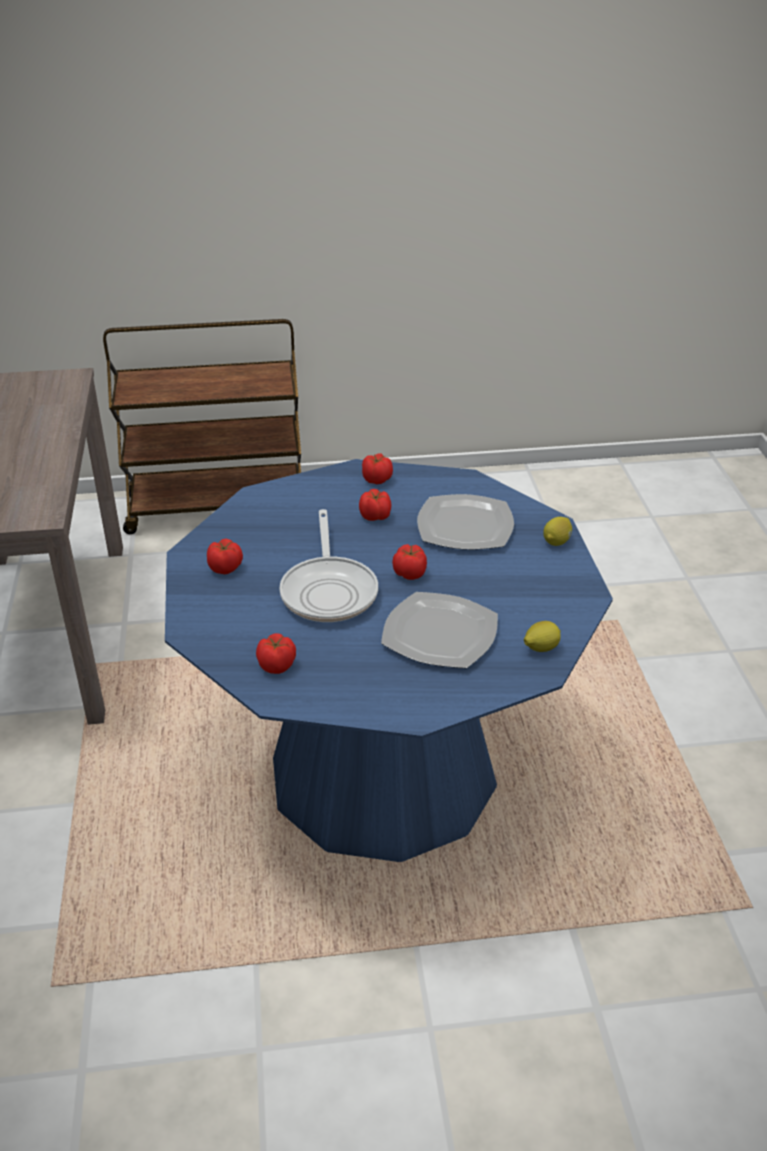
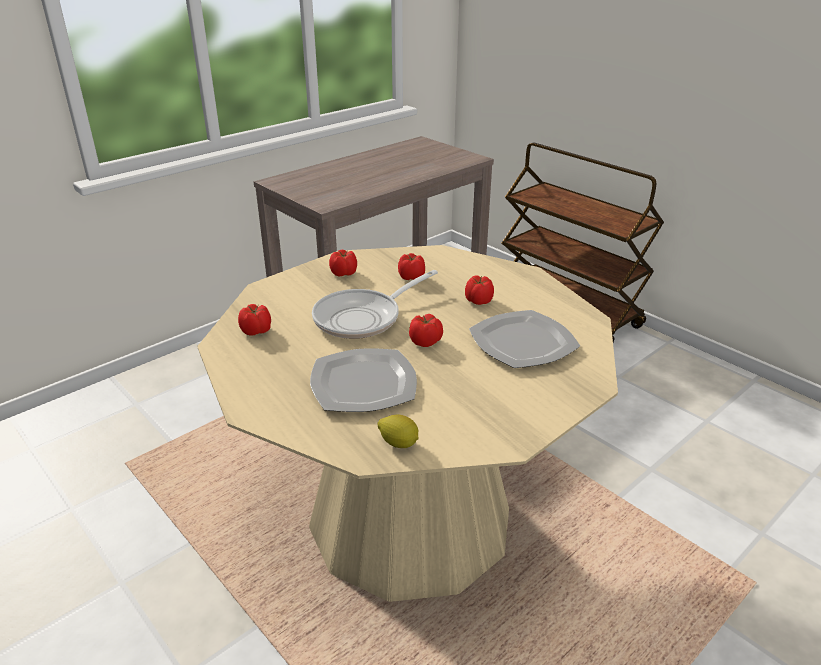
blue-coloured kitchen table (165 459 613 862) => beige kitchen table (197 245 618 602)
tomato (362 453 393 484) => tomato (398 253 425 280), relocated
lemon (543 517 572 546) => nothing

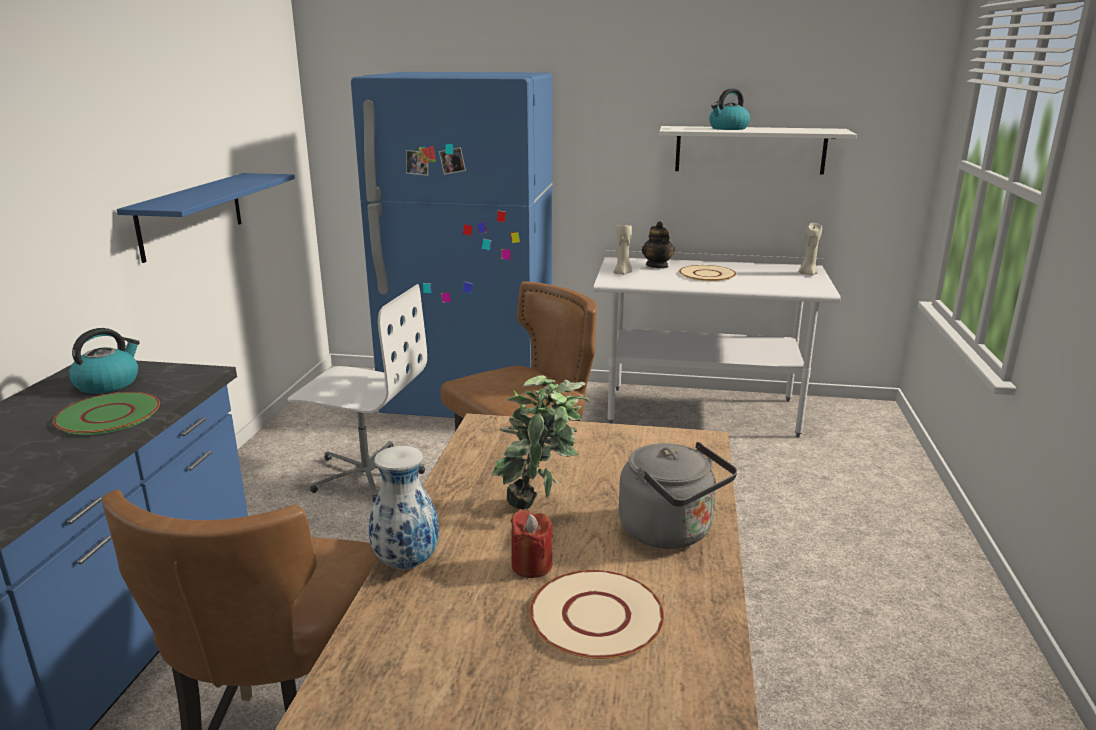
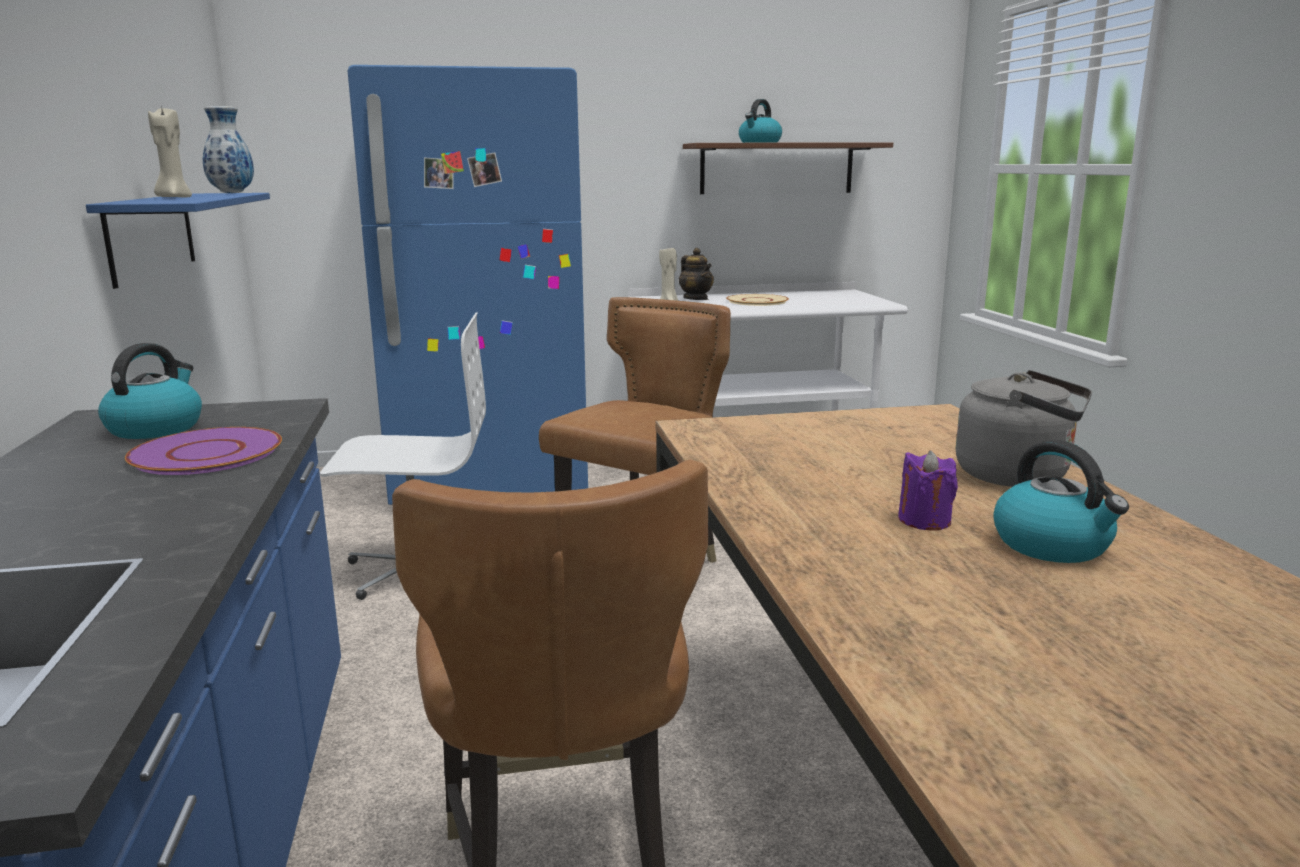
green-coloured dinner plate (53 392 160 435) => purplish dinner plate (125 427 282 475)
flower vase (369 446 439 570) => flower vase (203 106 254 193), relocated
potted plant (491 375 589 510) => nothing
reddish candle (511 510 553 578) => purplish candle (898 450 958 530)
beige dinner plate (529 570 664 660) => water kettle (993 440 1129 563)
white-coloured shelf (659 126 857 175) => brown-coloured shelf (683 142 893 194)
beige candle (799 223 822 275) => beige candle (148 105 192 198), relocated

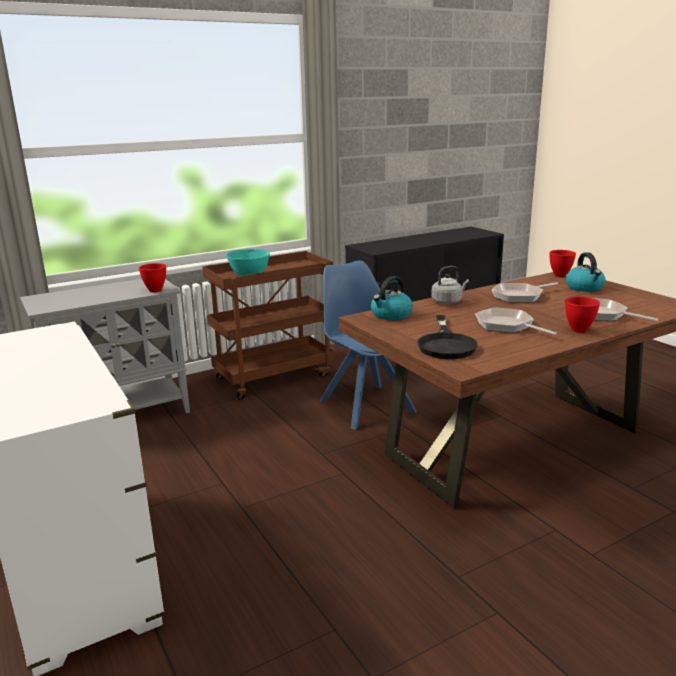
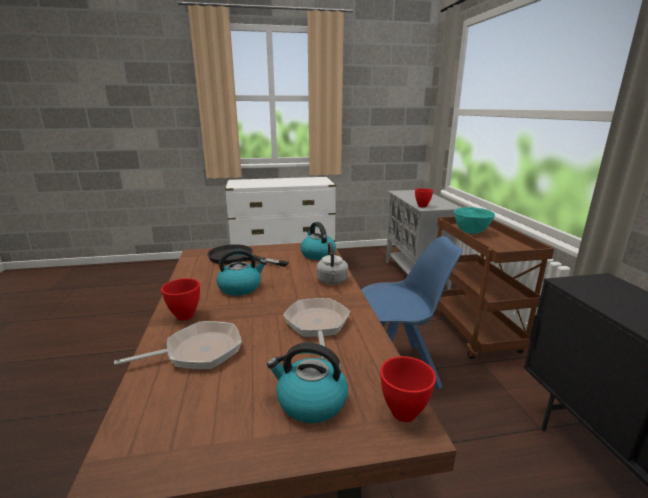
pan (475 307 557 335) => water kettle (216 249 266 296)

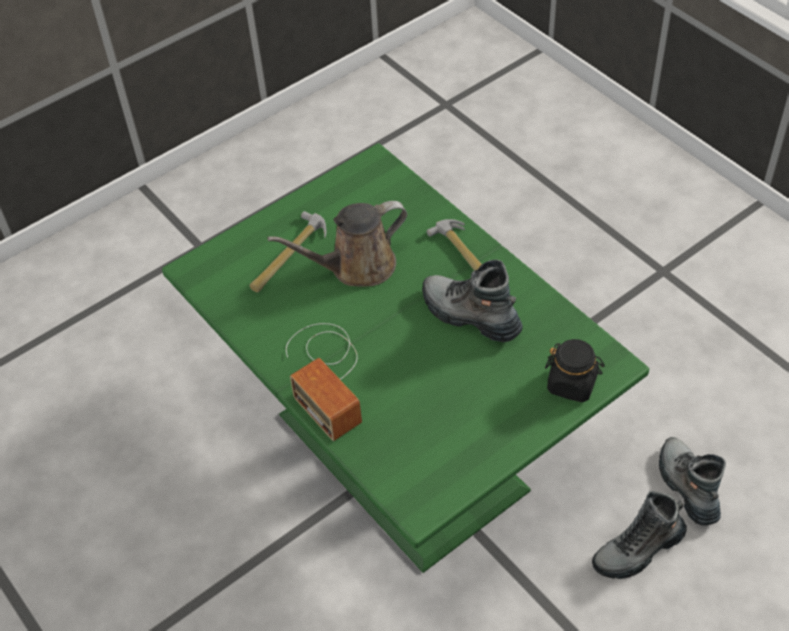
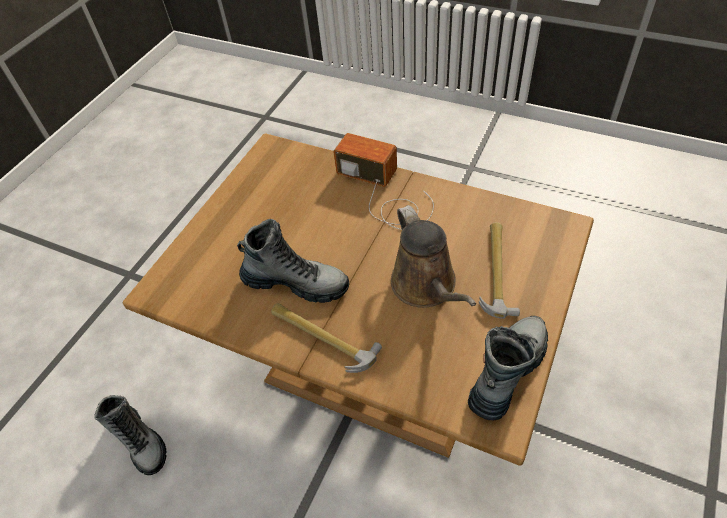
green-coloured kitchen table (162 143 649 573) => brown-coloured kitchen table (123 133 594 466)
brown-coloured watering pot (267 201 407 286) => brown-coloured watering pot (391 205 476 308), 120 degrees clockwise
black preserve jar (545 339 605 402) => nothing
tall boot (592 491 687 579) => tall boot (468 316 548 420), relocated

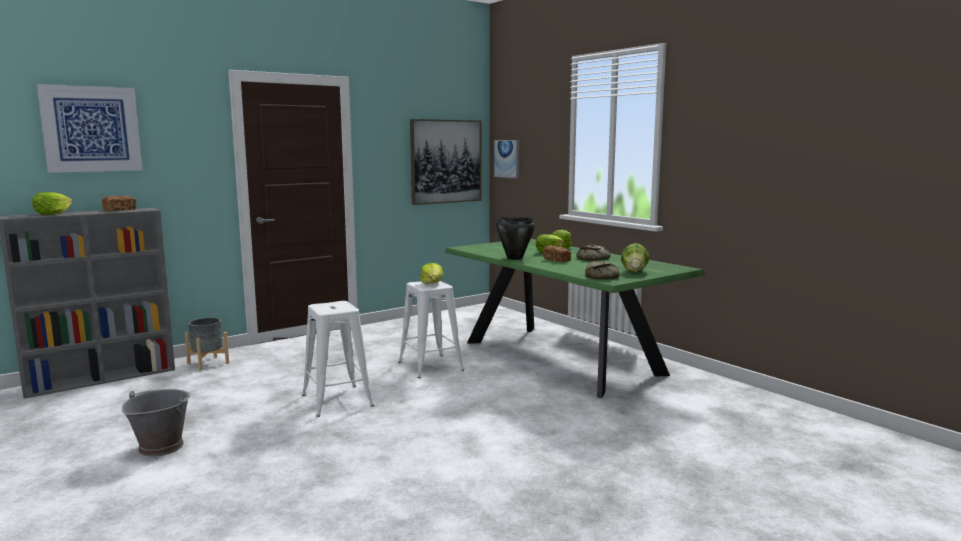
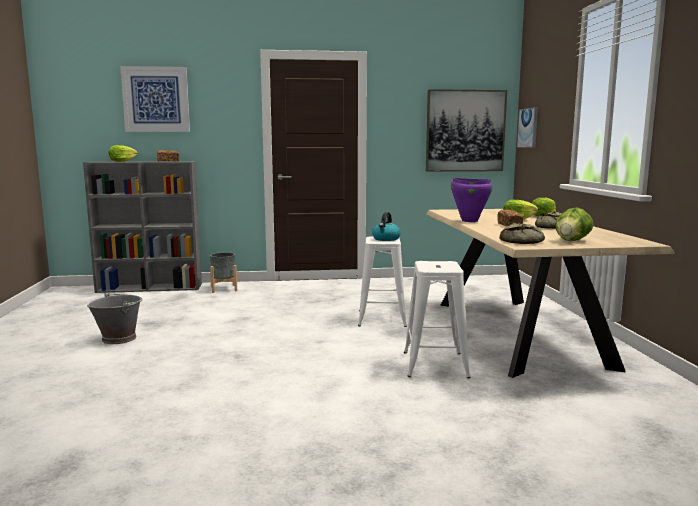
white-coloured stool seat (302 301 374 417) => white-coloured stool seat (404 261 471 378), relocated
head of lettuce (420 263 444 284) => water kettle (372 212 401 241)
green-coloured kitchen table (445 239 705 398) => beige kitchen table (427 209 675 378)
black cooking pot (496 217 535 260) => purplish cooking pot (451 178 493 222)

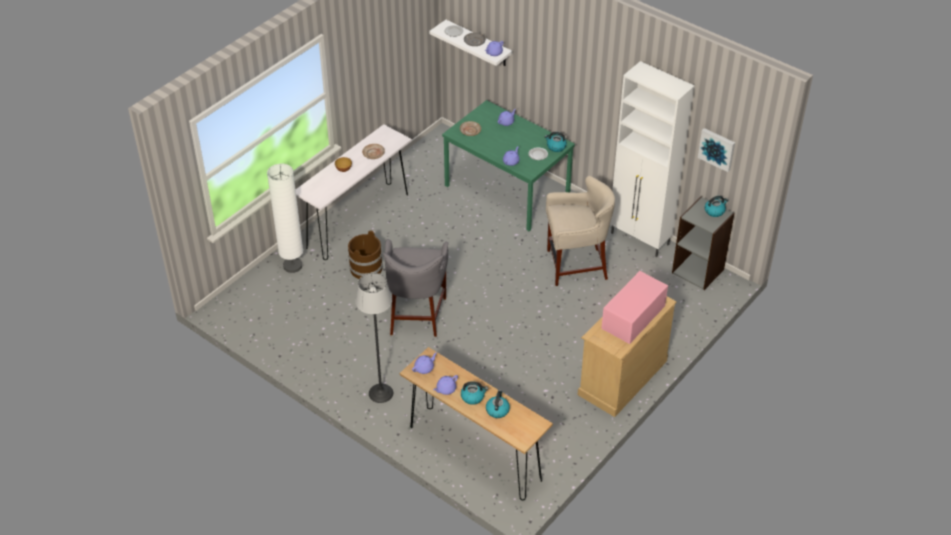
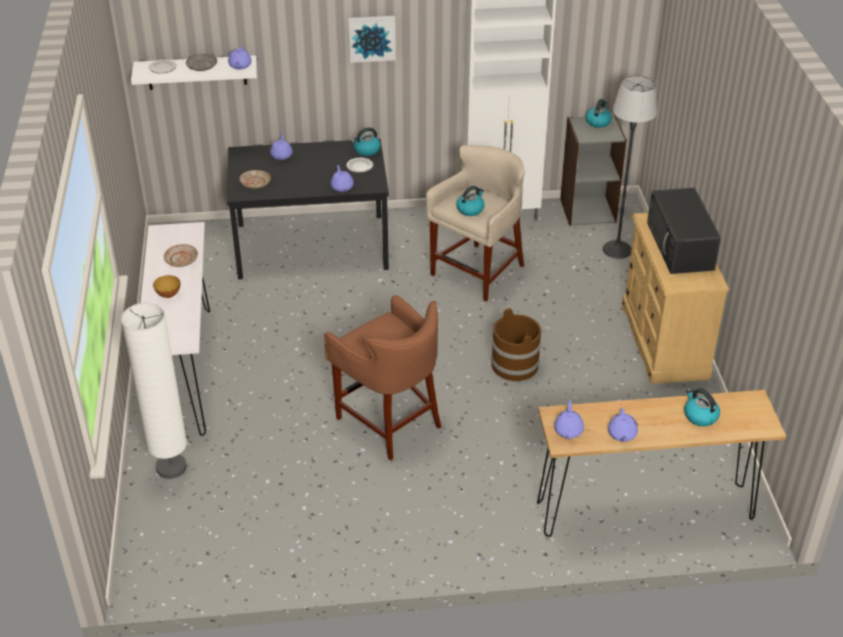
brown-coloured water bucket (348 230 383 279) => brown-coloured water bucket (491 308 541 381), relocated
standing lamp (355 273 393 403) => standing lamp (603 75 657 259), relocated
greyish stool seat (383 239 448 337) => brown-coloured stool seat (324 295 441 461)
green-coloured kitchen table (442 100 575 232) => black kitchen table (227 139 389 279)
water kettle (461 381 488 405) => water kettle (456 186 485 216), relocated
pinkish kitchen microwave (601 271 668 344) => black kitchen microwave (647 188 721 274)
picture (698 128 735 172) => picture (348 16 396 63), relocated

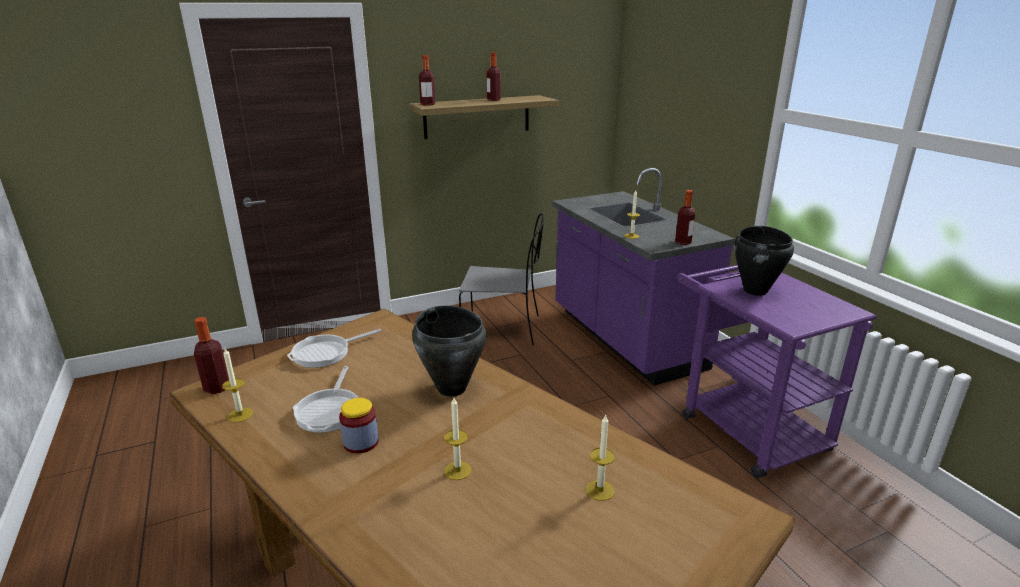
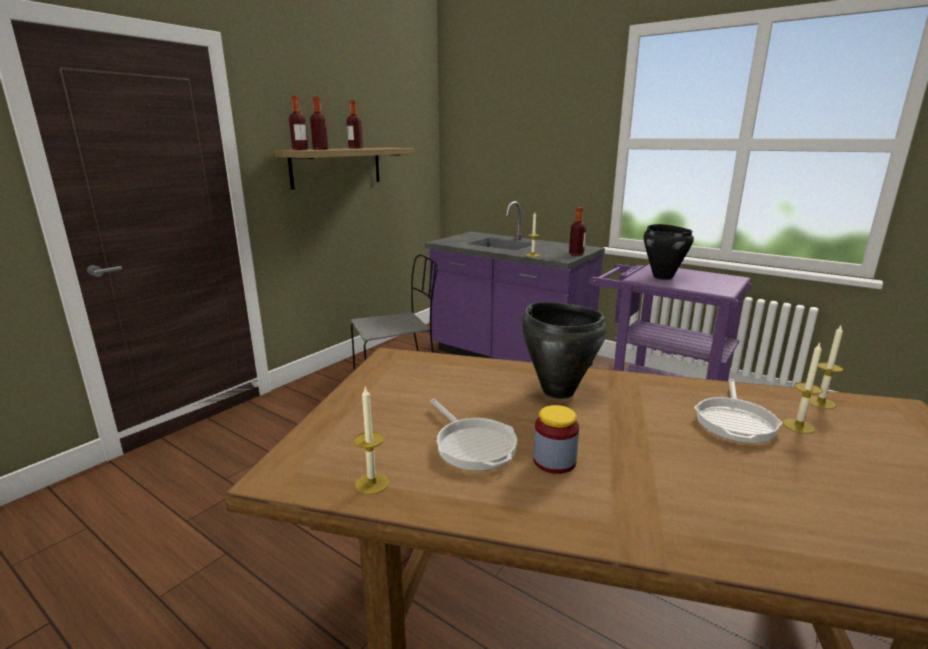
beverage bottle (194 317 229 394) => beverage bottle (310 97 329 150), relocated
pan (287 329 381 368) => pan (694 379 783 443), relocated
candle (444 398 471 480) => candle (809 326 844 409), relocated

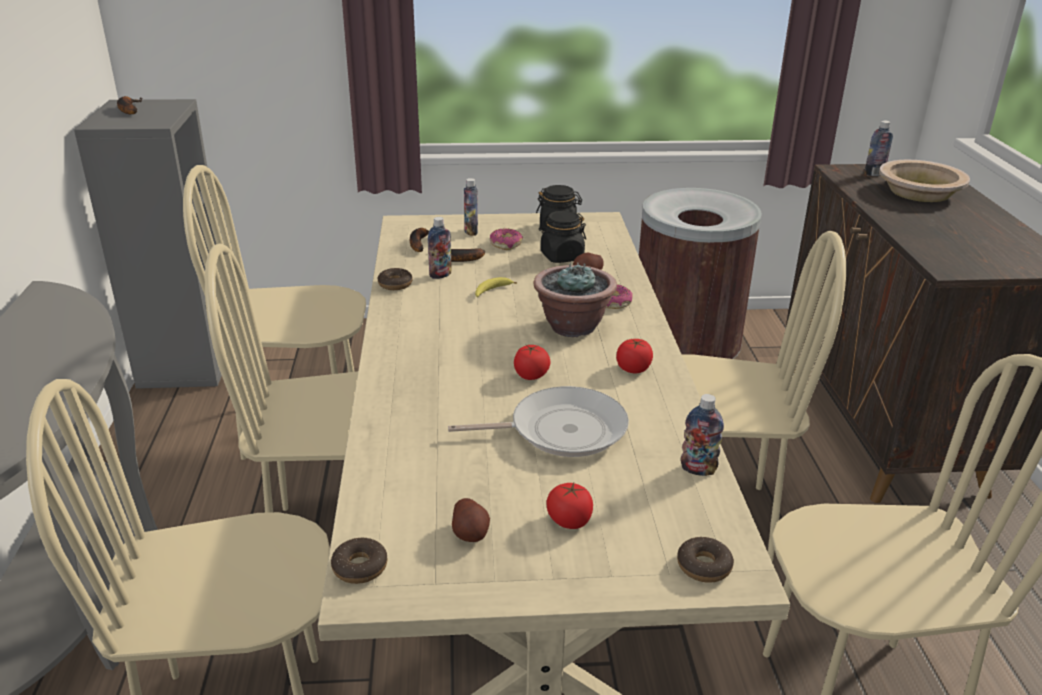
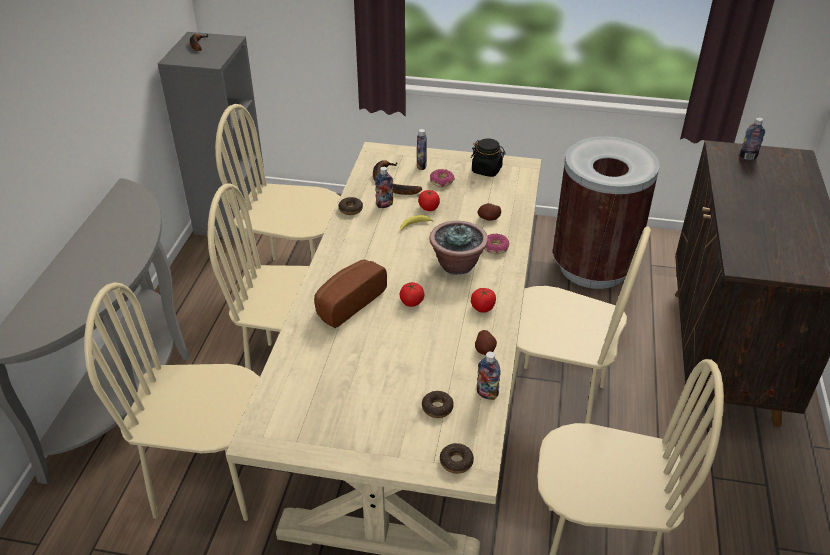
donut (331 538 387 584) => donut (422 391 454 418), relocated
pan (448 386 629 457) => nothing
potato (452 498 490 542) => potato (475 330 497 355), relocated
black preserve jar (539 211 586 263) => nothing
tomato (547 483 593 529) => tomato (418 190 440 211), relocated
beige serving bowl (879 160 970 202) => nothing
nothing => bakery bread (314 259 387 328)

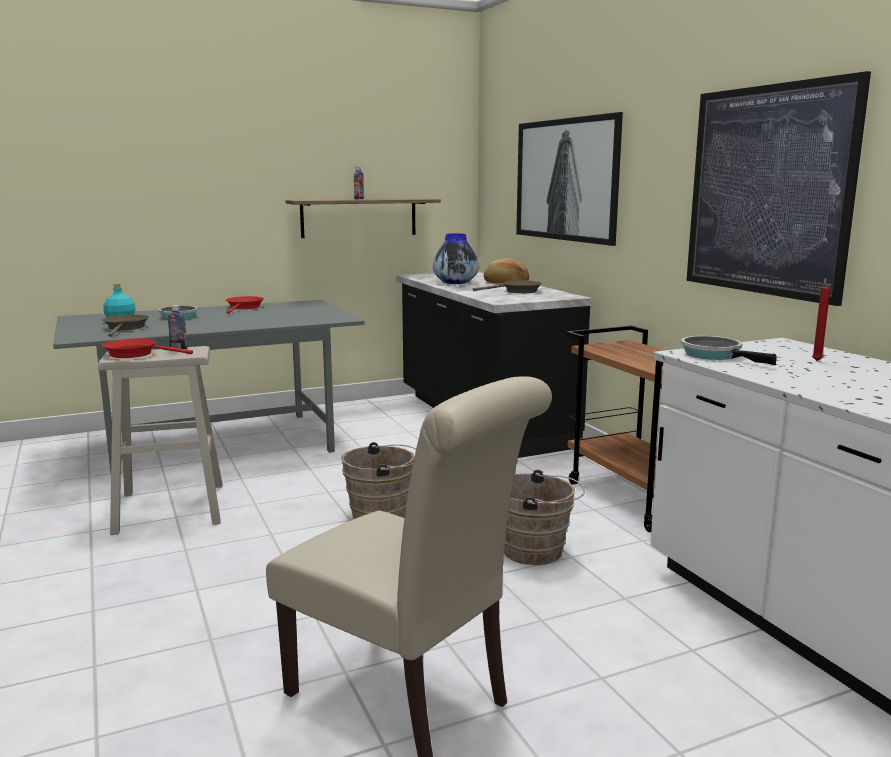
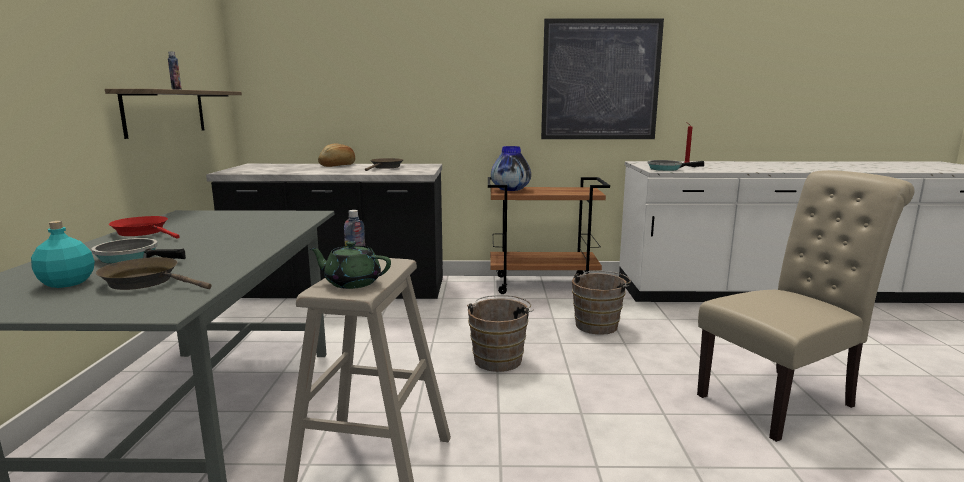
reddish pan (102 338 193 358) => green-coloured pot for tea (309 241 391 289)
flower vase (433 233 479 284) => flower vase (491 146 531 191), relocated
picture (516 112 623 246) => nothing

